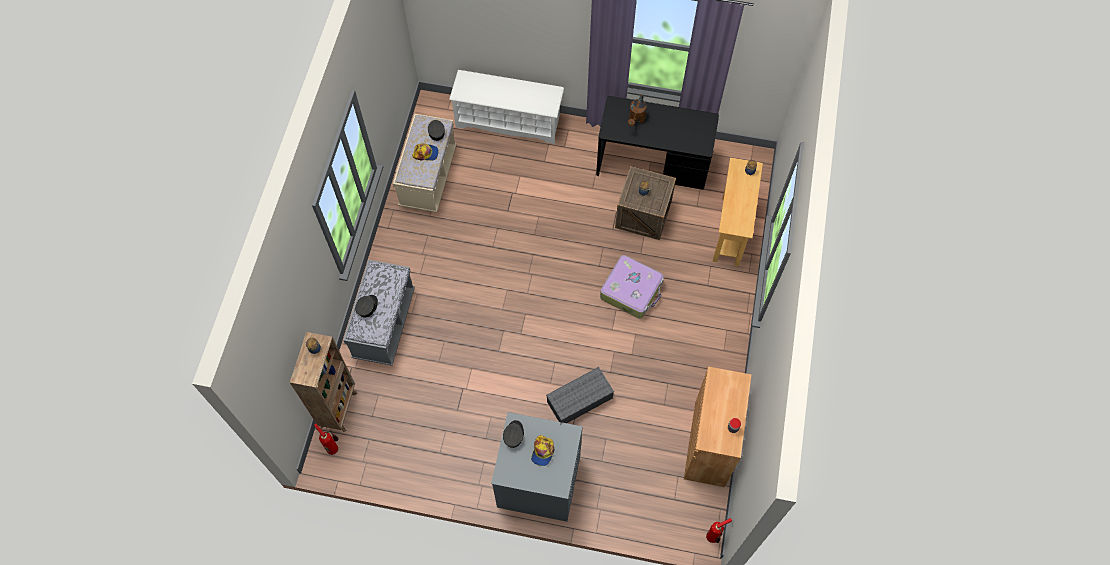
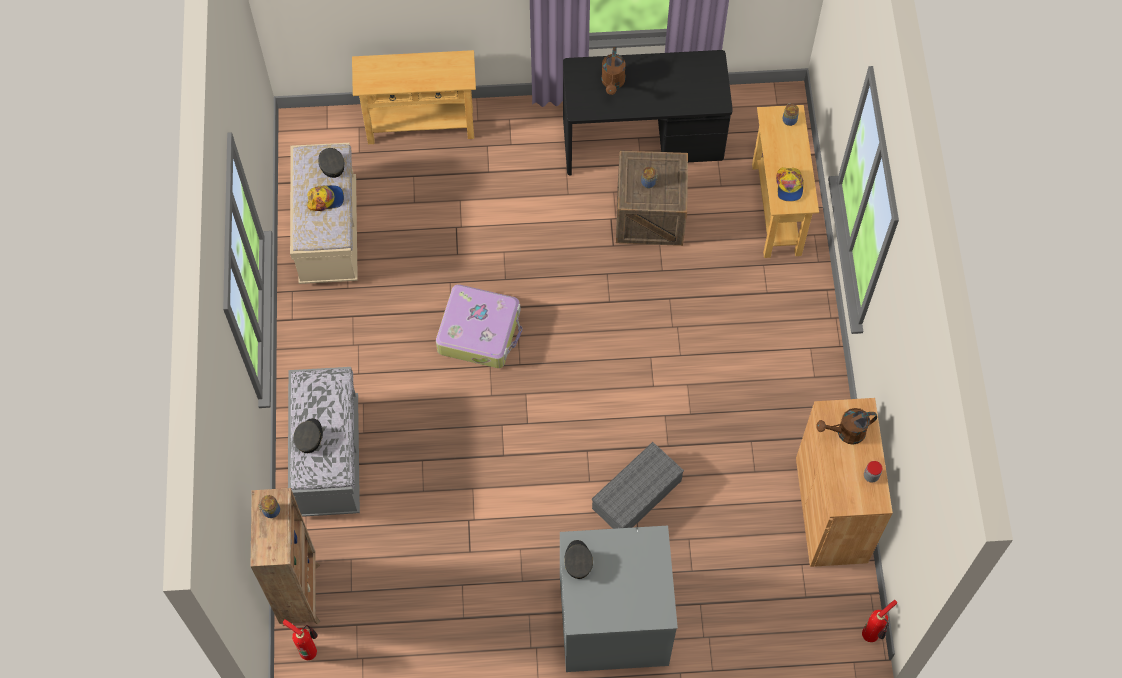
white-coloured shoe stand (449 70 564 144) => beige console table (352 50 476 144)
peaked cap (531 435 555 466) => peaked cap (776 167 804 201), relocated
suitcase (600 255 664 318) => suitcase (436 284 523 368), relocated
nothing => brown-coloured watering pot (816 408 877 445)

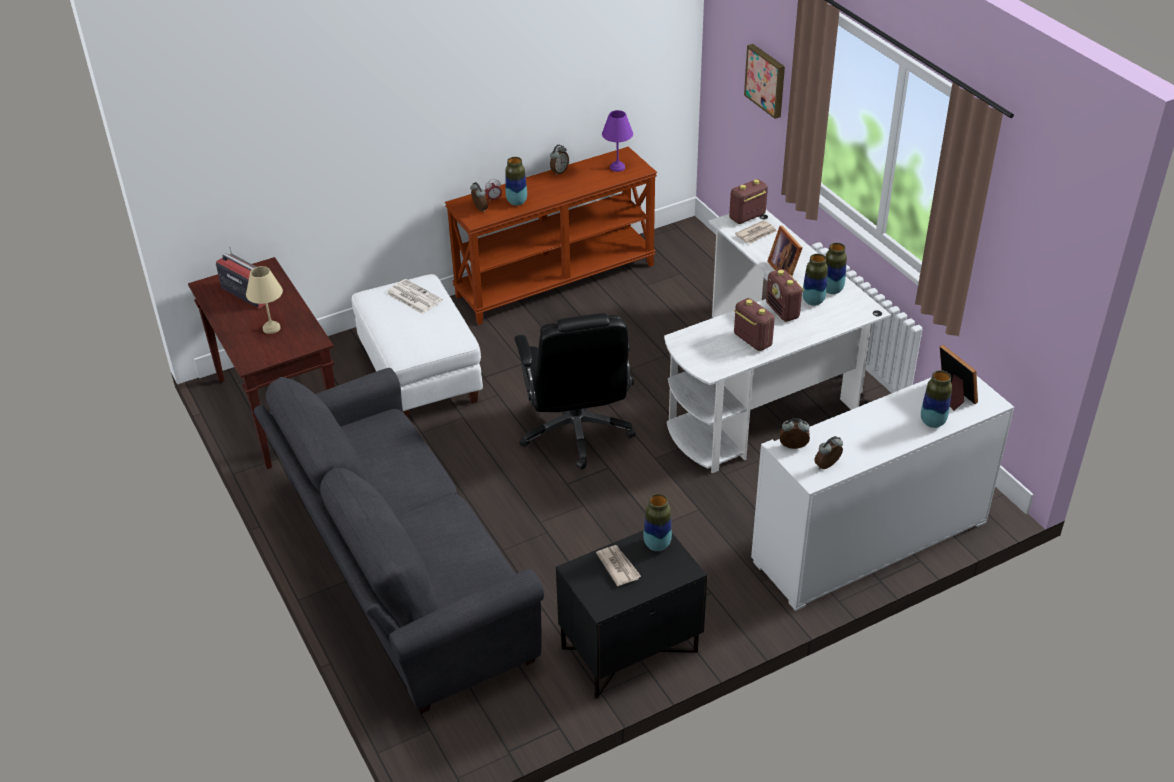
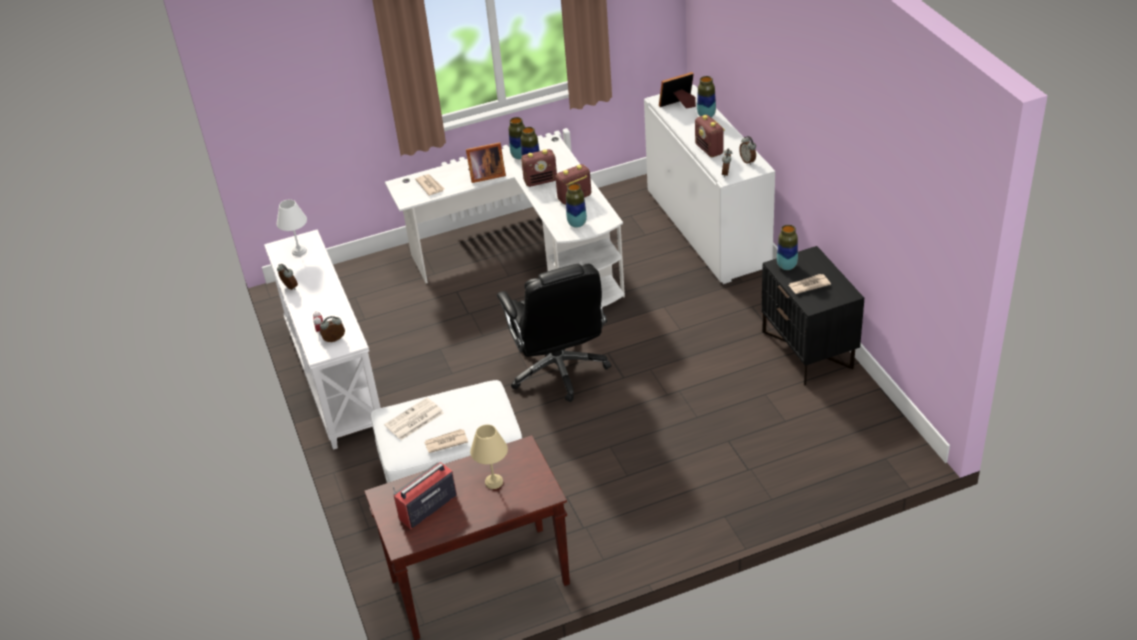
greyish settee (254 368 544 714) => nothing
brown-coloured console table (445 147 657 325) => white-coloured console table (264 229 381 450)
flower vase (505 157 527 206) => flower vase (566 183 587 228), relocated
black computer chair (514 313 636 470) => black computer chair (497 264 612 402), 75 degrees clockwise
purplish tabletop lamp (602 110 633 172) => white-coloured tabletop lamp (277 199 307 256)
radio (729 179 768 224) => radio (695 115 725 157), relocated
picture (744 44 785 119) => nothing
nothing => printed paper (424 429 468 453)

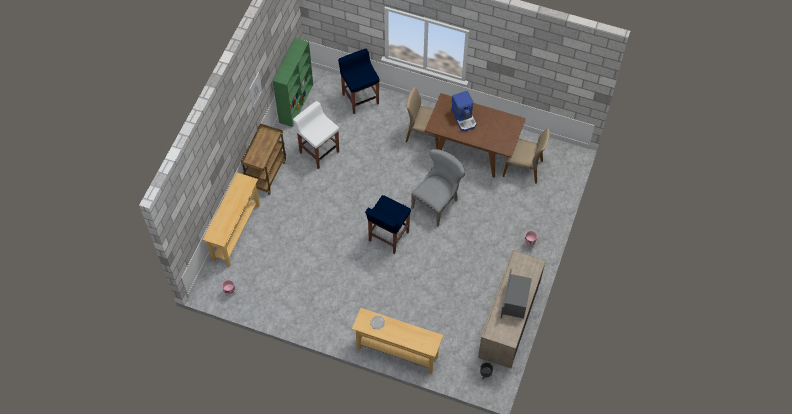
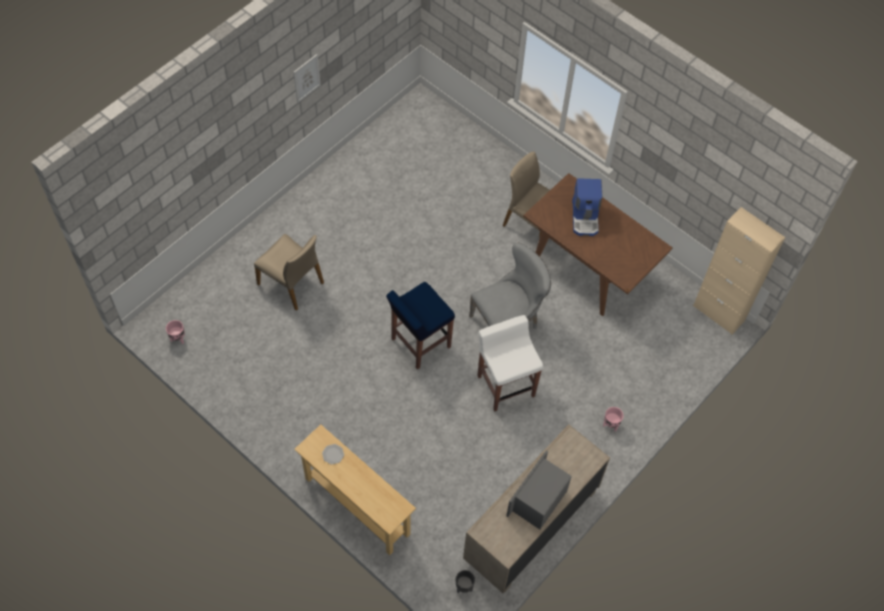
beige console table (202 173 260 267) => nothing
brown-coloured cart (241 124 286 195) => nothing
green-coloured bookshelf (273 38 313 127) => nothing
white-coloured stool seat (293 101 339 169) => white-coloured stool seat (477 315 543 411), relocated
blue-coloured stool seat (338 49 380 114) => nothing
beige plain chair (502 128 550 184) => beige plain chair (254 234 324 311), relocated
nothing => beige cabinet (693 207 785 334)

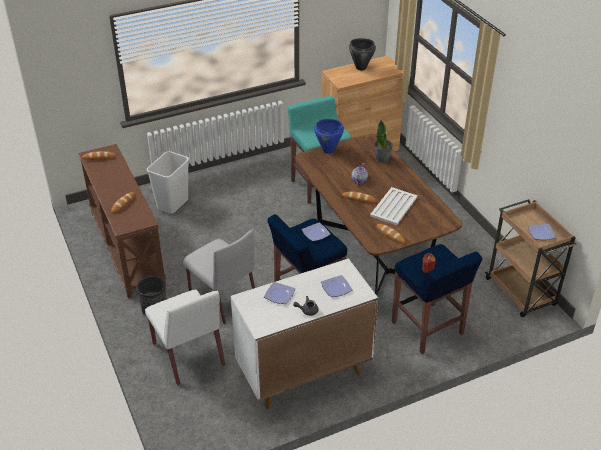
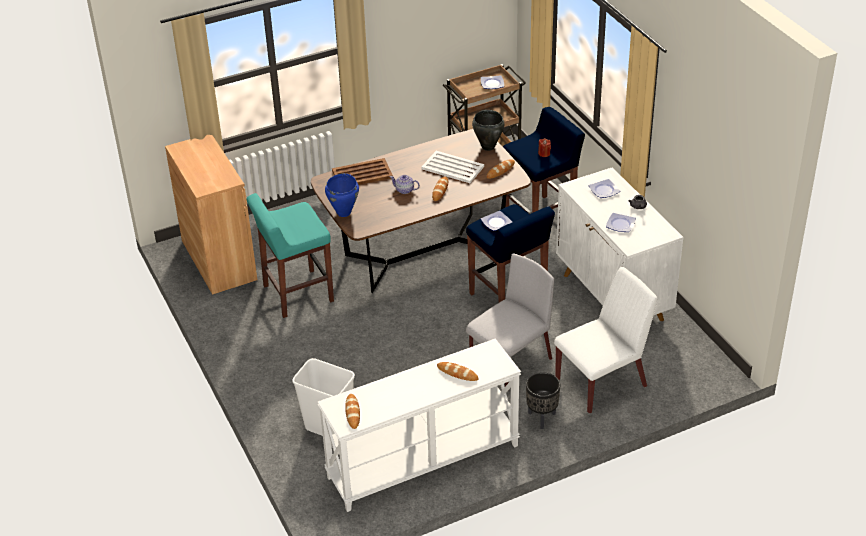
brown-coloured console table (78 144 166 298) => white-coloured console table (318 338 521 512)
black cooking pot (349 38 376 70) => black cooking pot (472 110 505 151), relocated
potted plant (374 120 393 163) => brown-coloured serving tray (332 158 393 185)

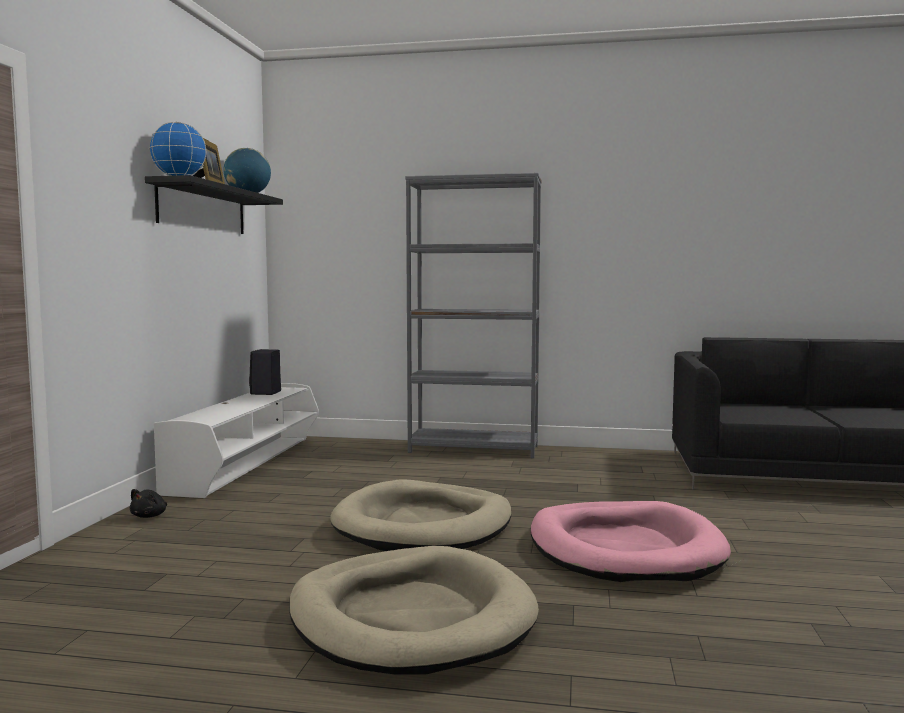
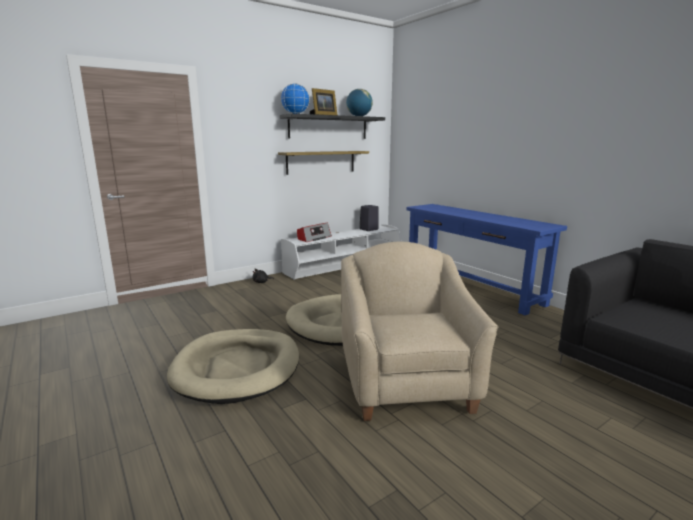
greyish bookshelf (405 173 542 458) => blue-coloured console table (406 204 567 315)
pinkish dog cushion (531 501 731 582) => beige easy chair (341 242 498 421)
nothing => shelf (278 151 369 175)
nothing => radio (297 223 332 242)

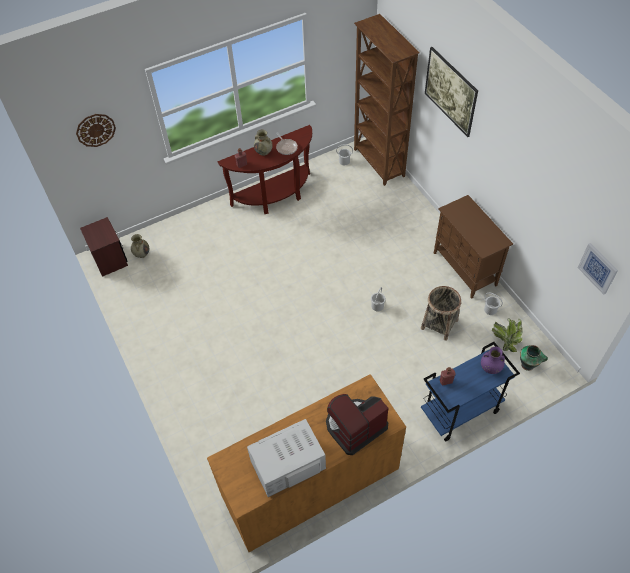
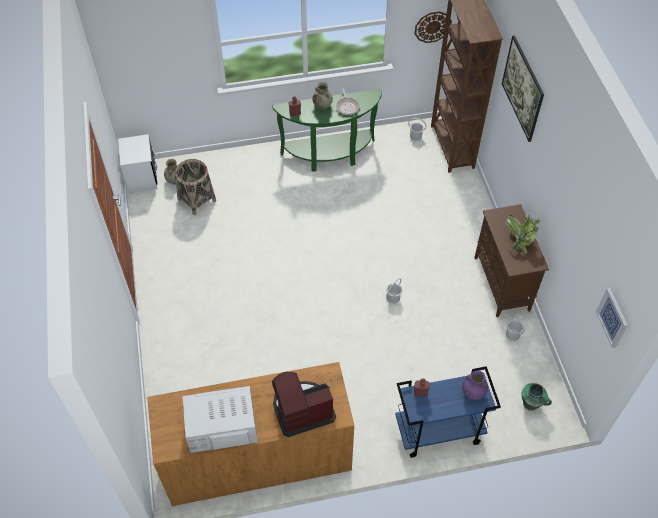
wall clock (76 114 116 147) => wall clock (415 11 452 43), relocated
brown-coloured bedside table (80 217 128 277) => white-coloured bedside table (118 134 158 193)
brown-coloured console table (218 125 312 214) => green-coloured console table (272 89 382 172)
basket (421 286 461 341) => basket (175 159 216 215), relocated
potted plant (492 318 523 352) => potted plant (505 215 540 253), relocated

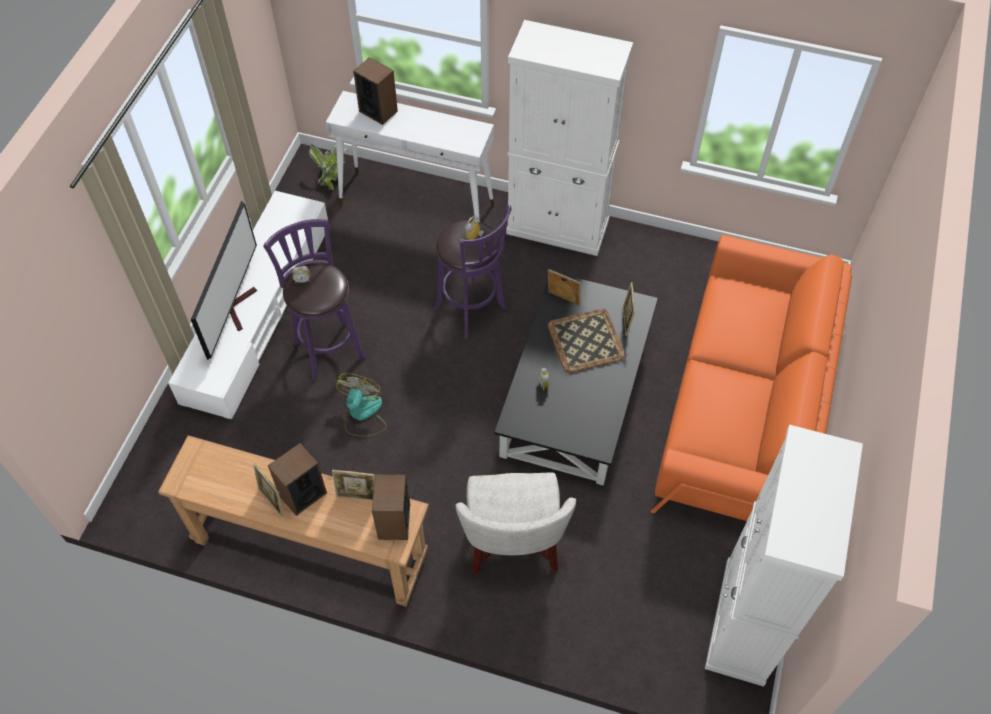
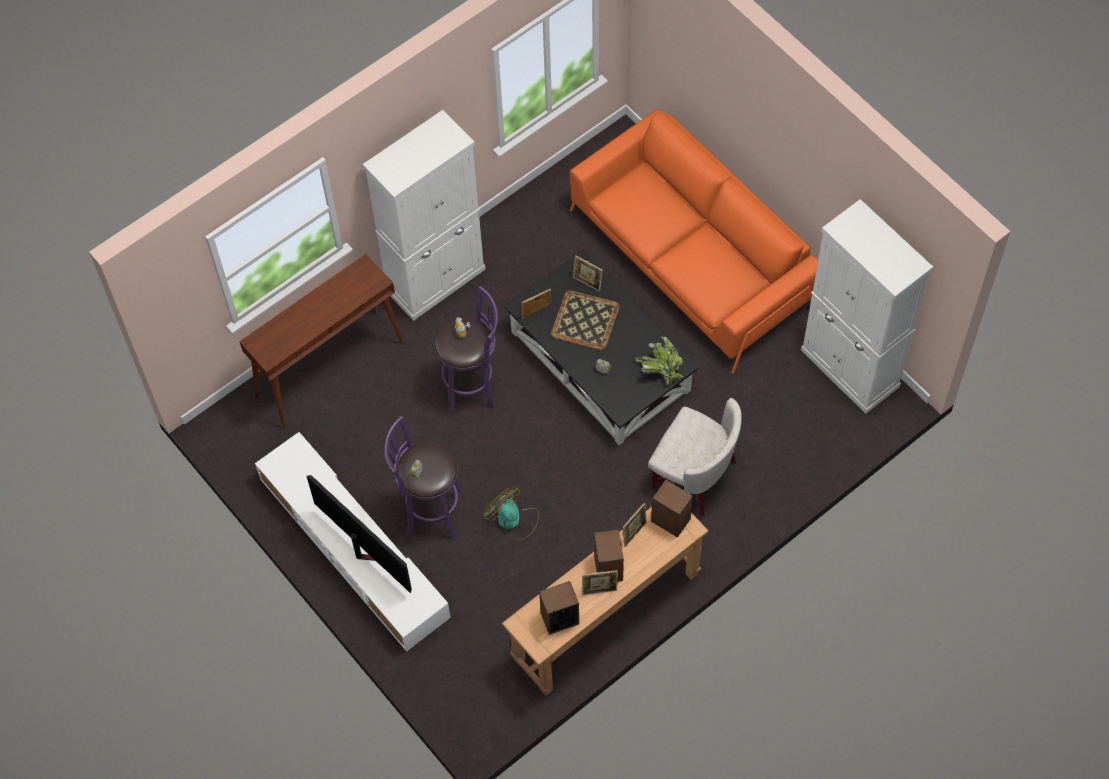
potted plant (309 144 348 190) => potted plant (635 337 683 385), relocated
white-coloured console table (326 91 494 218) => brown-coloured console table (239 254 404 429)
audio speaker (353 57 398 125) => audio speaker (539 581 579 635), relocated

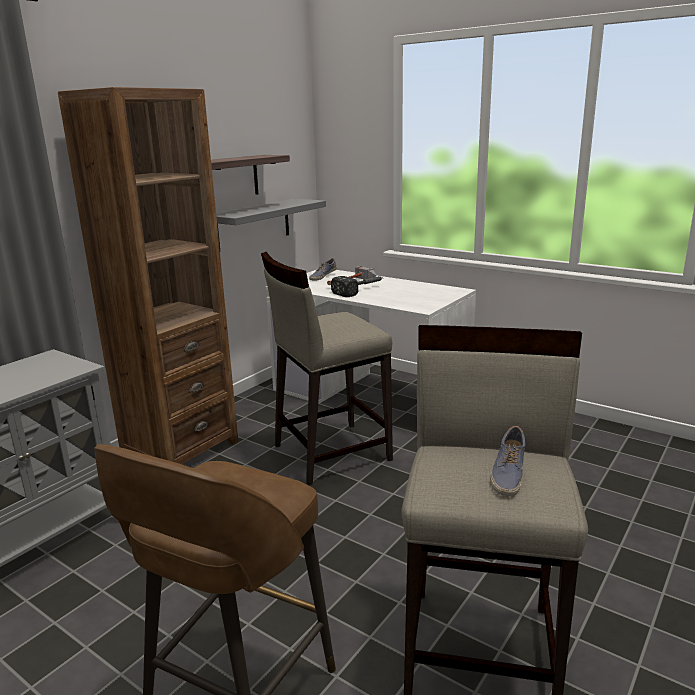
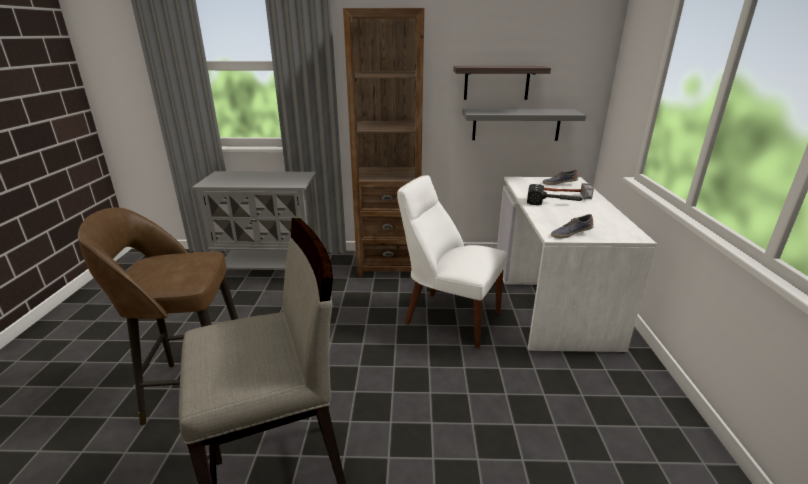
beige stool seat (261 252 393 486) => white-coloured plain chair (397 175 507 349)
item of footwear (490 426 525 496) => item of footwear (551 214 594 239), relocated

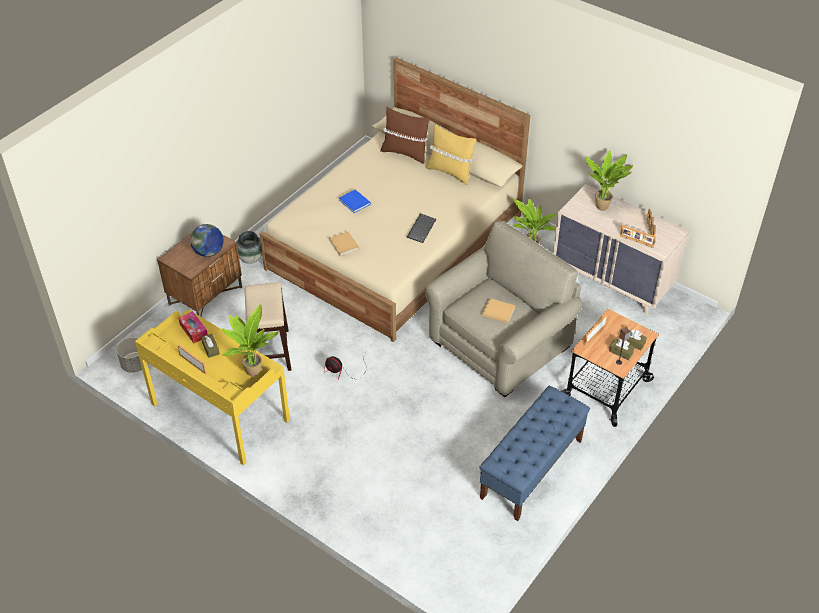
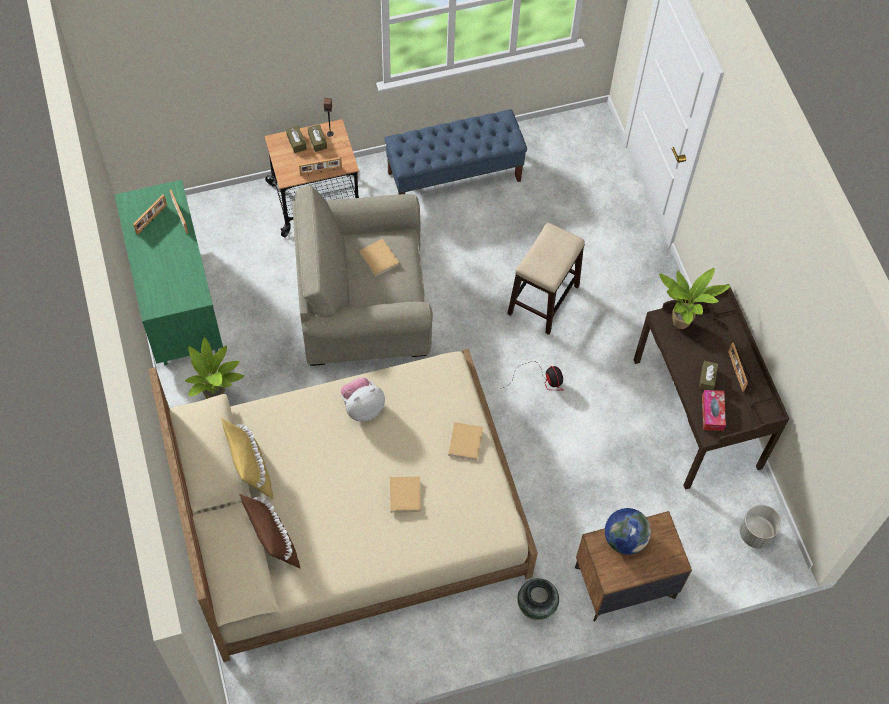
yellow-coloured desk unit (135 309 290 465) => brown-coloured desk unit (634 284 789 490)
stool seat (244 282 291 371) => stool seat (507 223 585 335), relocated
blue-coloured book (339 190 371 213) => beige book (390 476 421 513)
PC keyboard (407 213 436 243) => plush toy (341 377 385 422)
beige dresser (553 184 689 314) => green-coloured dresser (115 180 223 365)
potted plant (586 150 633 211) => nothing

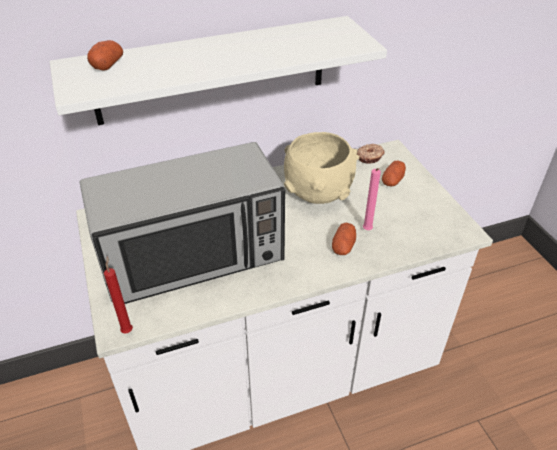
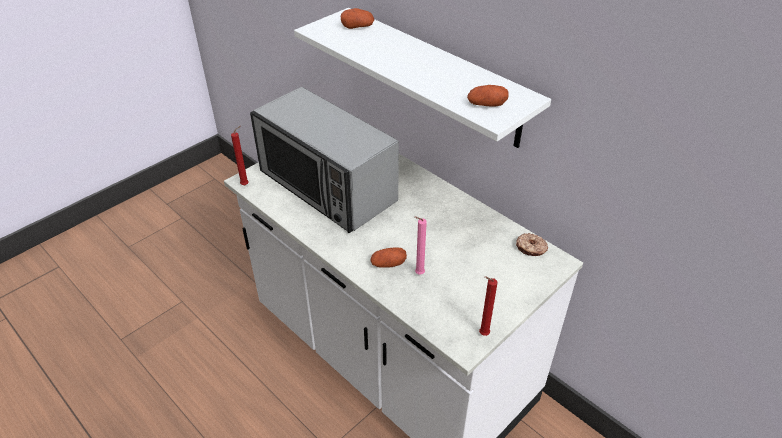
beige serving bowl (284 132 360 204) => nothing
potato (382 161 406 187) => potato (467 85 509 106), relocated
nothing => reddish candle (479 276 497 336)

